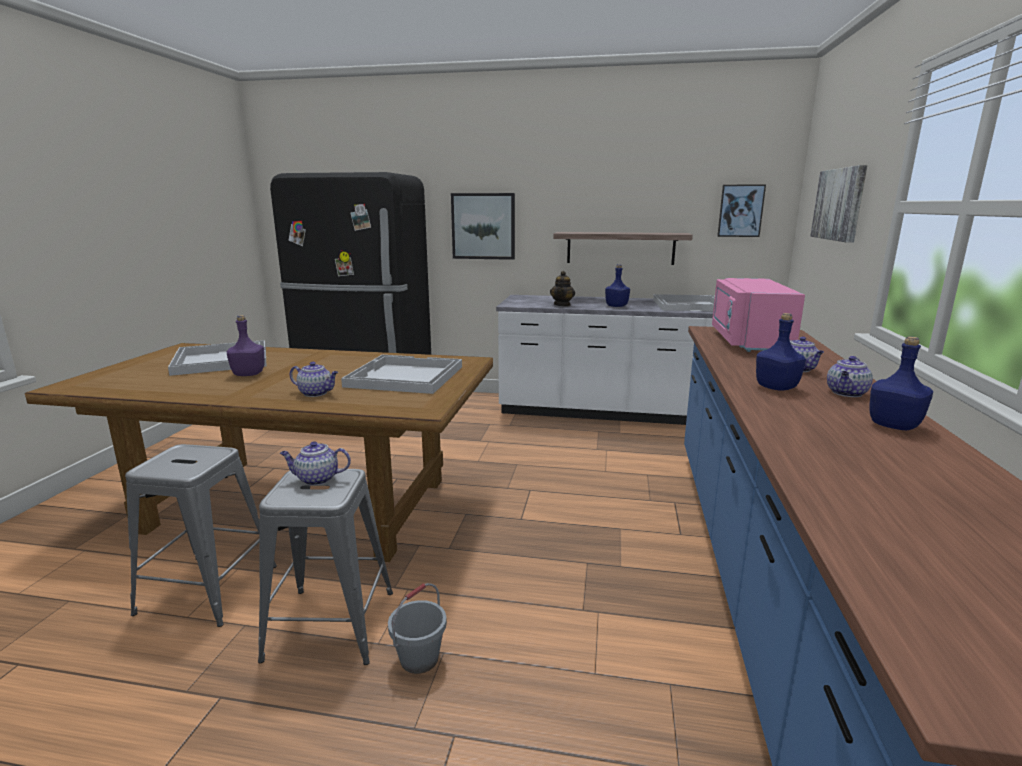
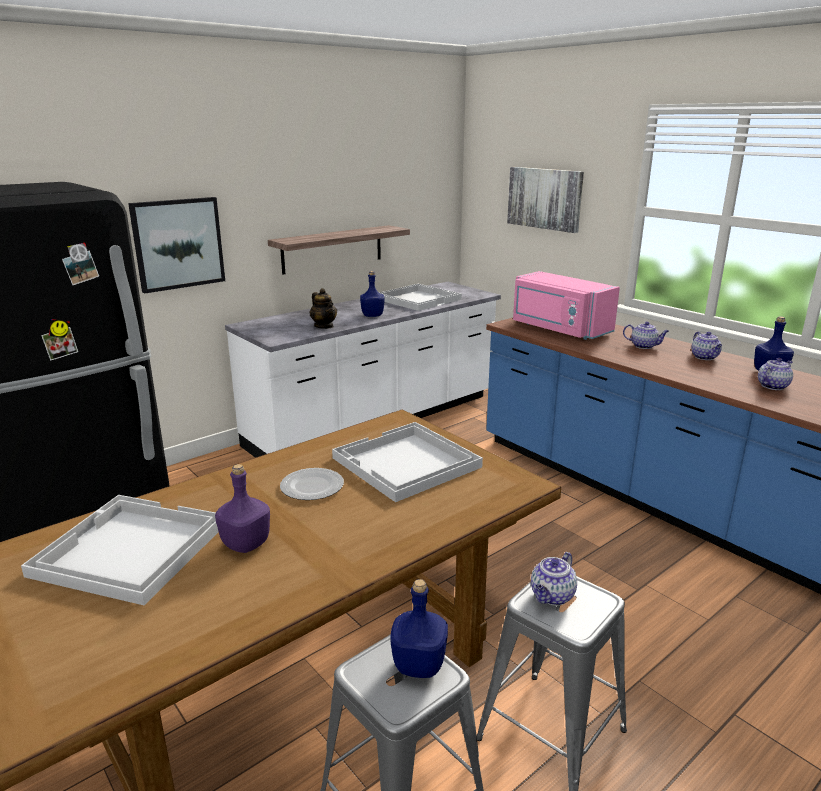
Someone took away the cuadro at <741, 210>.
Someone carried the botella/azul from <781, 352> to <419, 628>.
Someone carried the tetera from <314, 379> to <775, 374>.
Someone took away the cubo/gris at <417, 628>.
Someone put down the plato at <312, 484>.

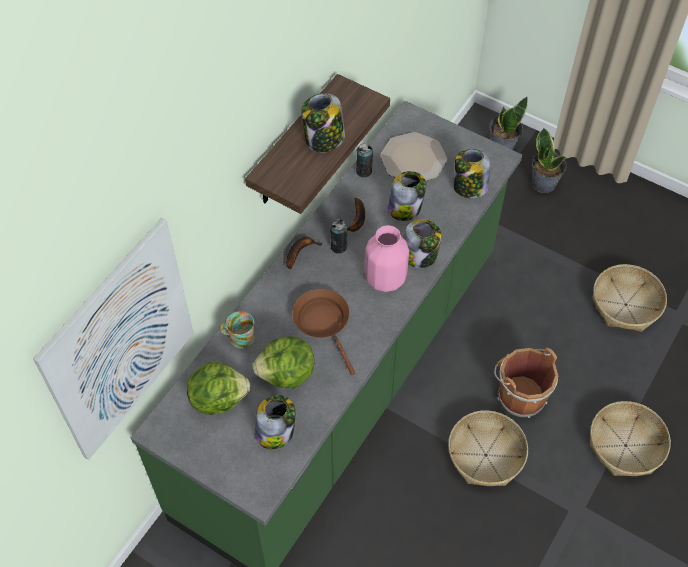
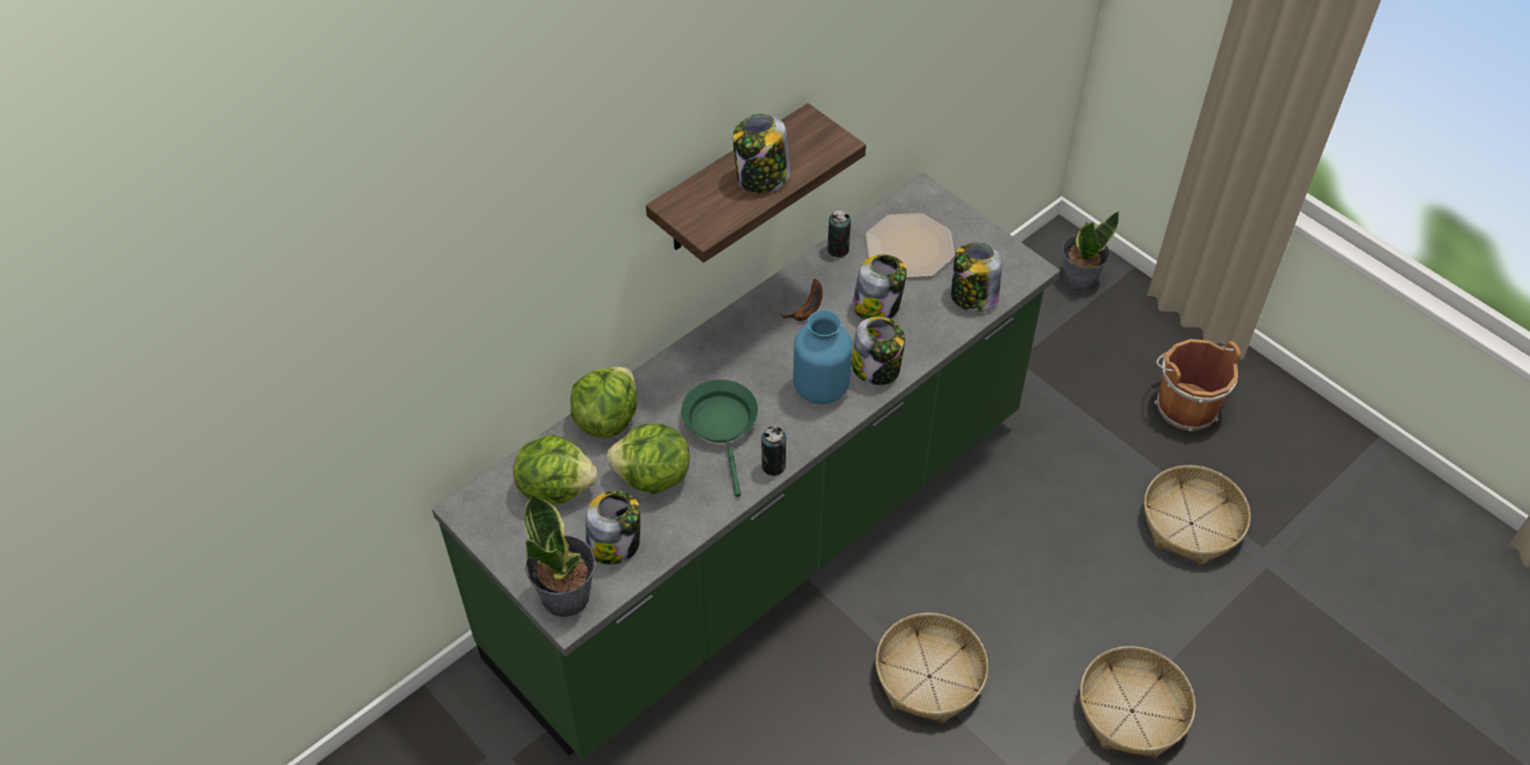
Someone carried the planta en maceta from <549, 160> to <559, 555>.
Someone took away the cuadro at <113, 339>.
Someone carried the lata from <339, 236> to <774, 451>.
Someone repainted the florero/rosa at <387, 258>, which became the florero/azul at <822, 357>.
Someone took away the plátano at <304, 253>.
Someone repainted the sartén/marrón at <323, 332>, which became the sartén/verde at <719, 438>.
Someone swapped the taza grande at <236, 330> for the lechuga at <603, 402>.
Someone carried the cubo/marrón from <526, 382> to <1197, 385>.

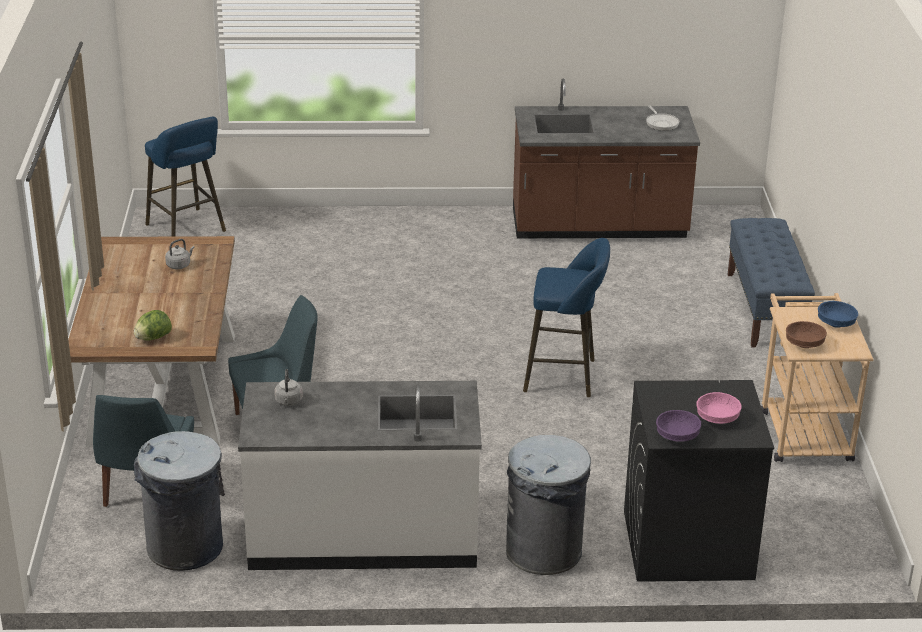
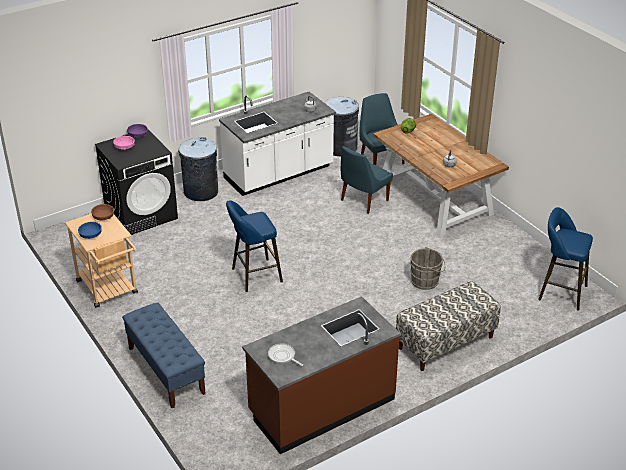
Someone put down the cubo/gris at <427, 268>.
Someone put down the banco at <448, 326>.

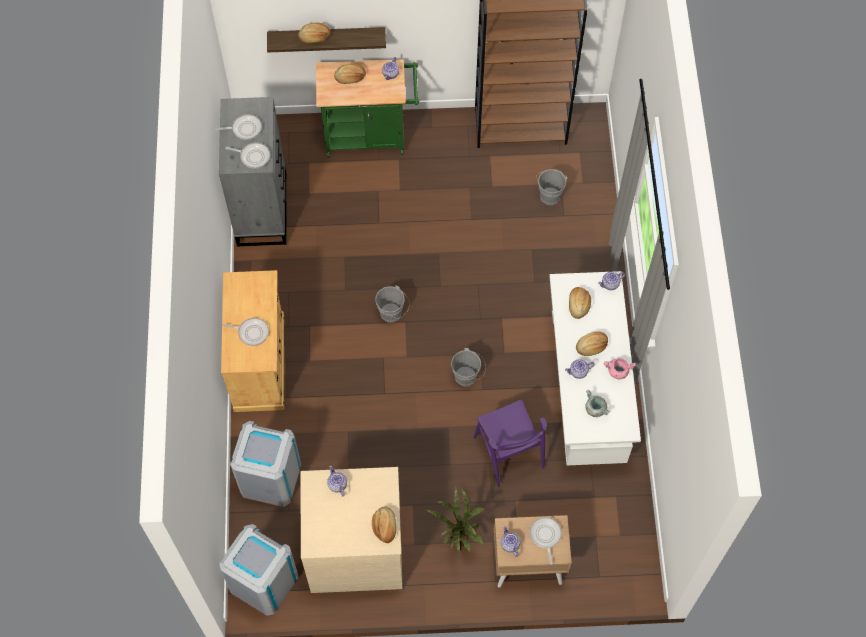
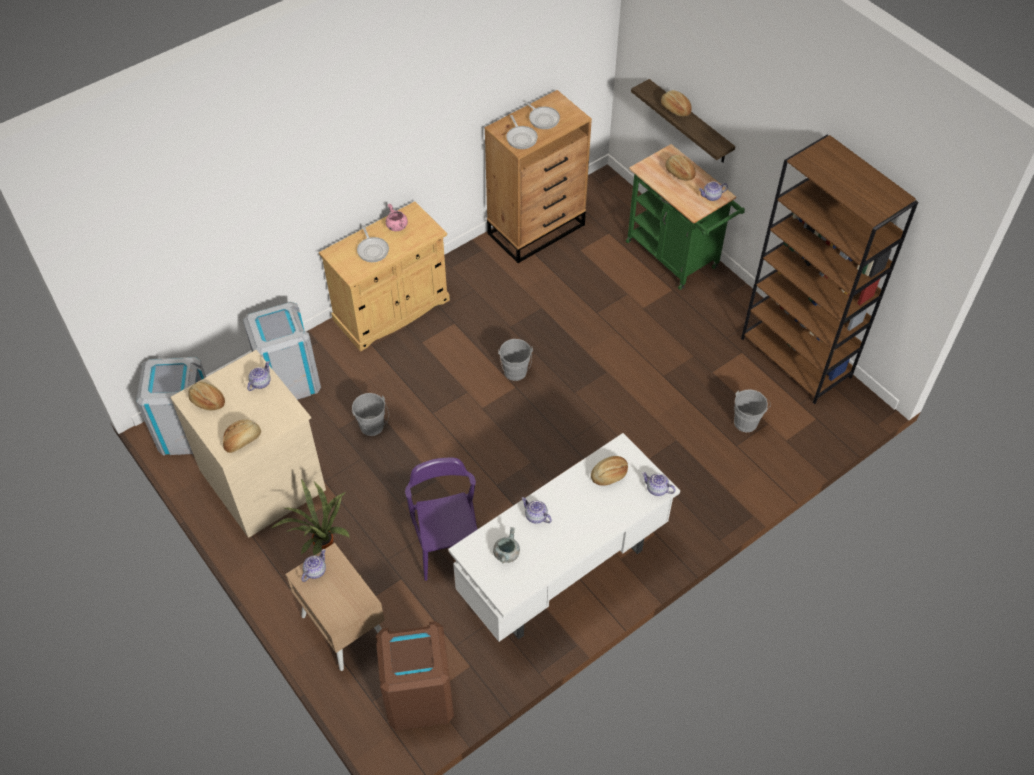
Someone repainted the cómoda/gris at <253, 172>, which became the cómoda/marrón at <538, 176>.
Someone carried the pan from <592, 343> to <207, 396>.
Someone carried the cubo/gris from <468, 367> to <370, 414>.
Someone carried the olla/rosa from <620, 368> to <397, 217>.
Someone rotated the silla/morado at <510, 443> by 135 degrees clockwise.
Someone took away the sartén at <546, 541>.
Someone put down the papelera/marrón at <415, 676>.

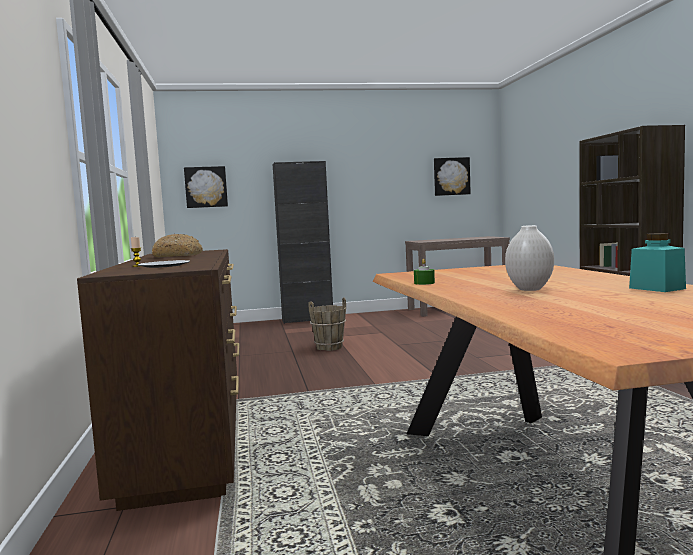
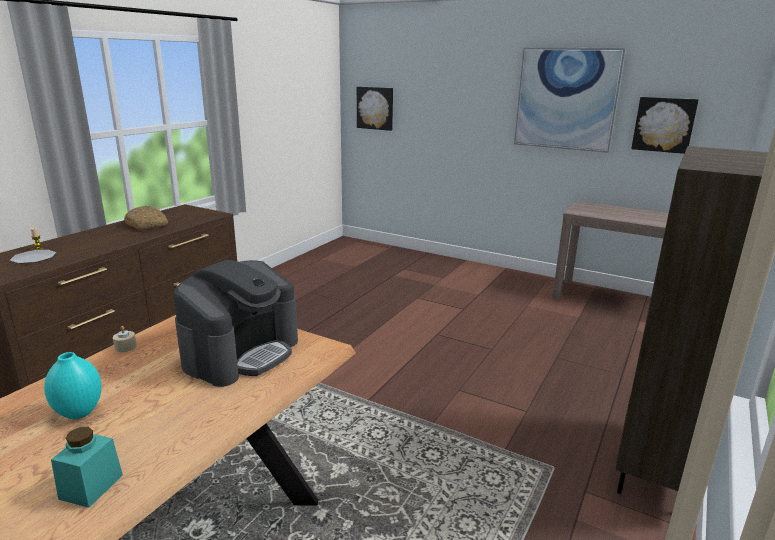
Someone took away the armario/negro at <303, 242>.
Someone repainted the florero/blanco at <529, 258>, which became the florero/turquesa at <73, 385>.
Someone repainted the vela/verde at <424, 272>, which became the vela/beis at <125, 339>.
Someone took away the cubo/marrón at <327, 324>.
Someone put up the cuadro at <570, 100>.
Someone put down the cafetera at <235, 323>.

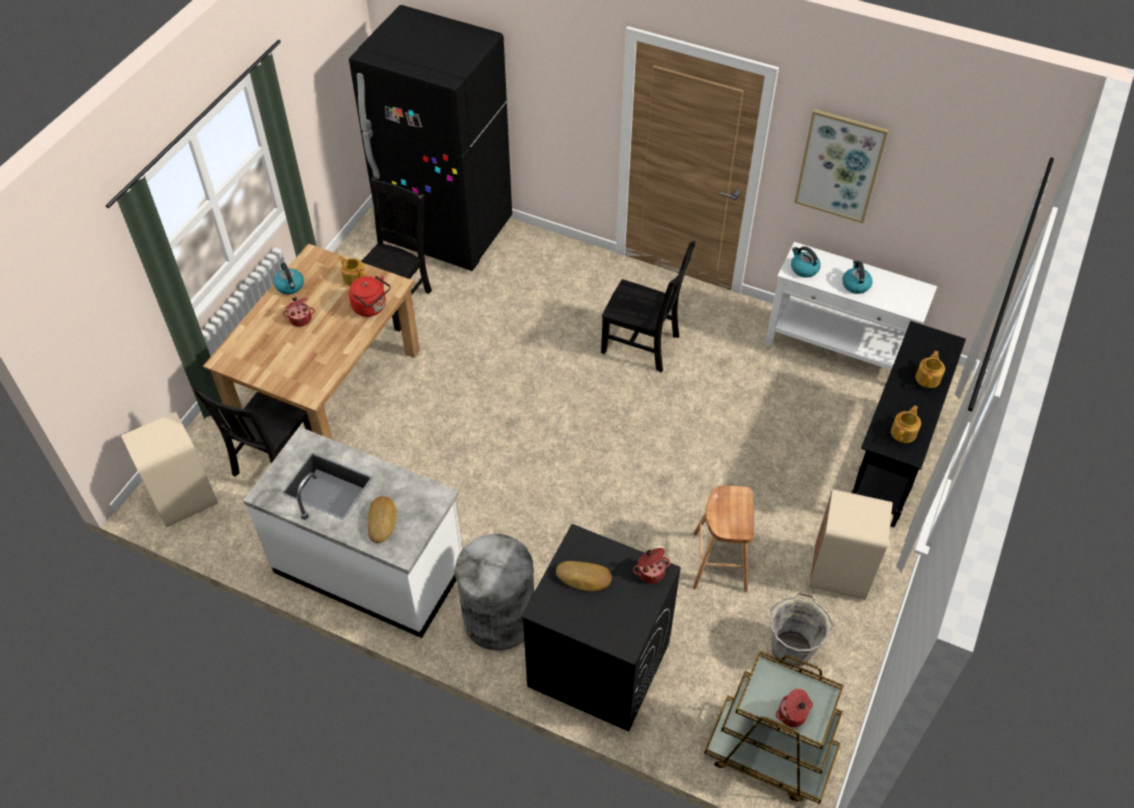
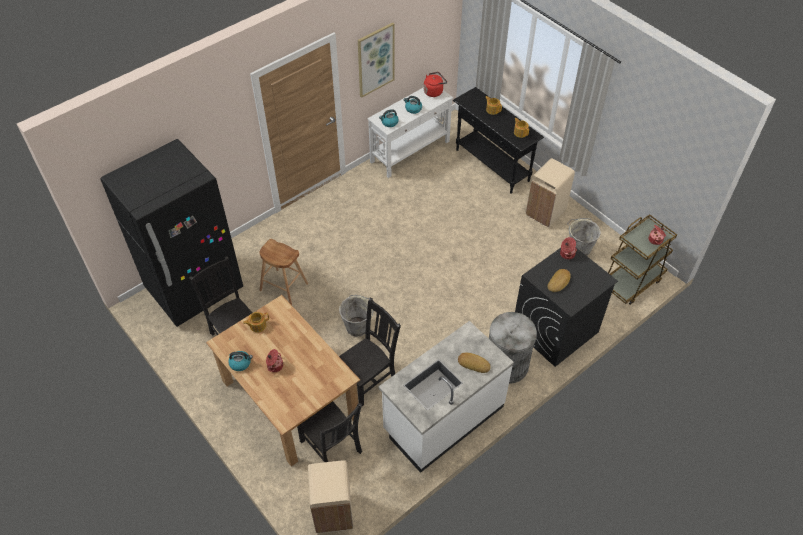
Someone carried the silla/negro from <648, 306> to <370, 352>.
Someone carried the hervidor/rojo from <369, 296> to <435, 84>.
Someone carried the taburete/marrón from <724, 539> to <284, 272>.
Someone put down the cubo/gris at <356, 316>.

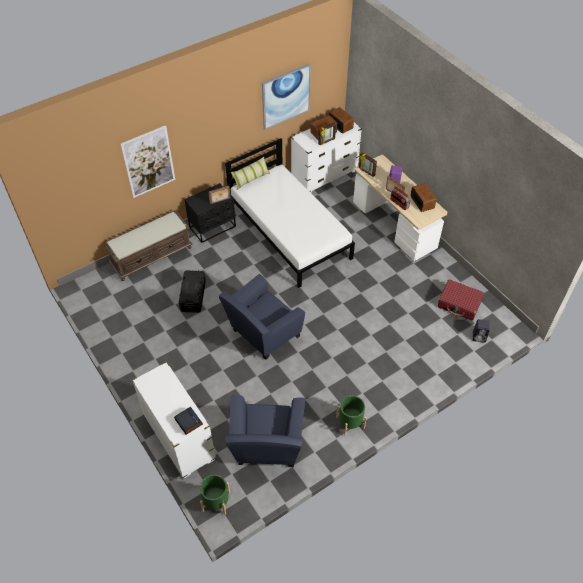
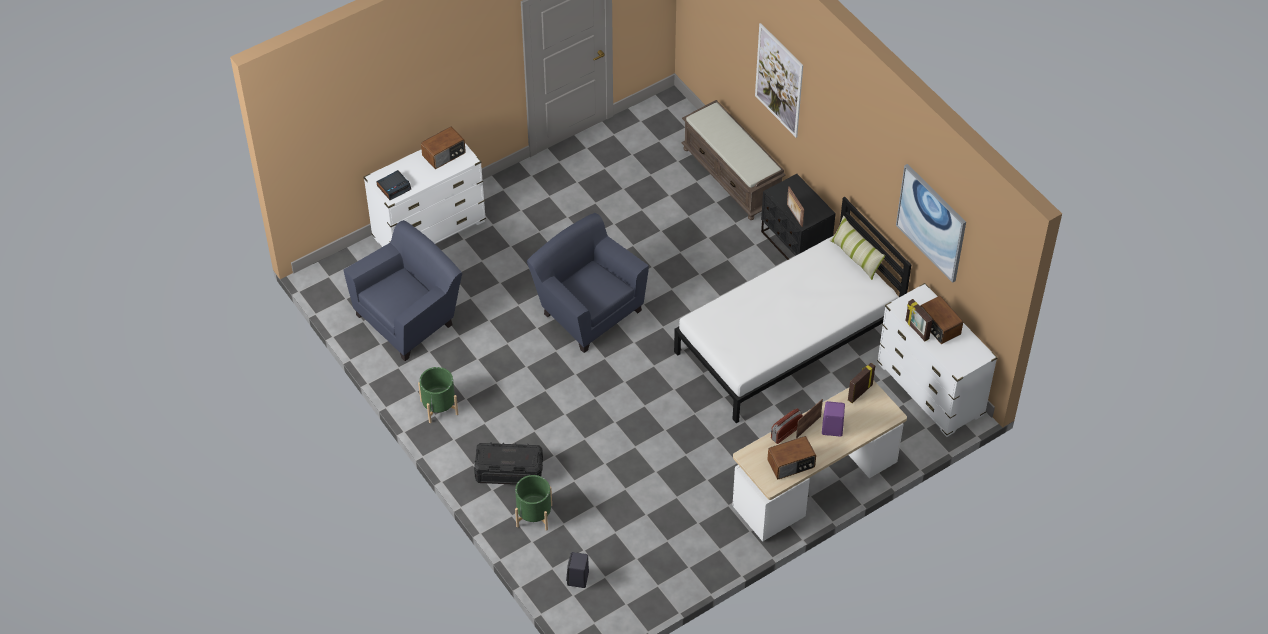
Someone carried the radio from <341, 120> to <443, 147>.
Someone carried the caja de almacenaje/negro from <192, 291> to <508, 463>.
Someone took away the maleta/rojo at <460, 299>.
Someone rotated the sillón/azul at <265, 431> by 135 degrees clockwise.
Someone carried the maceta/verde from <215, 495> to <533, 503>.

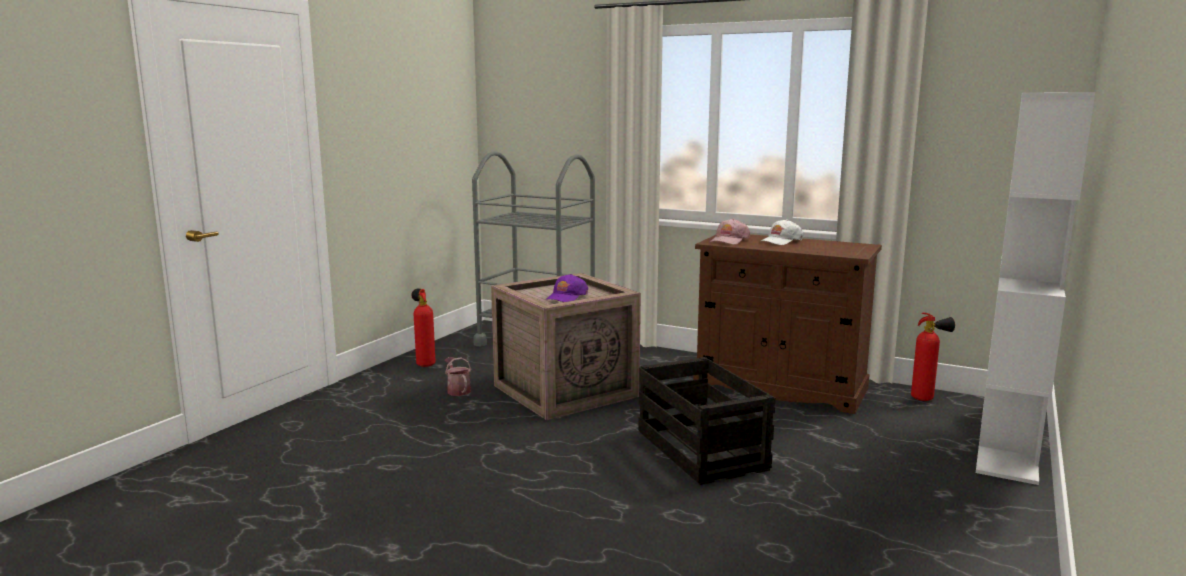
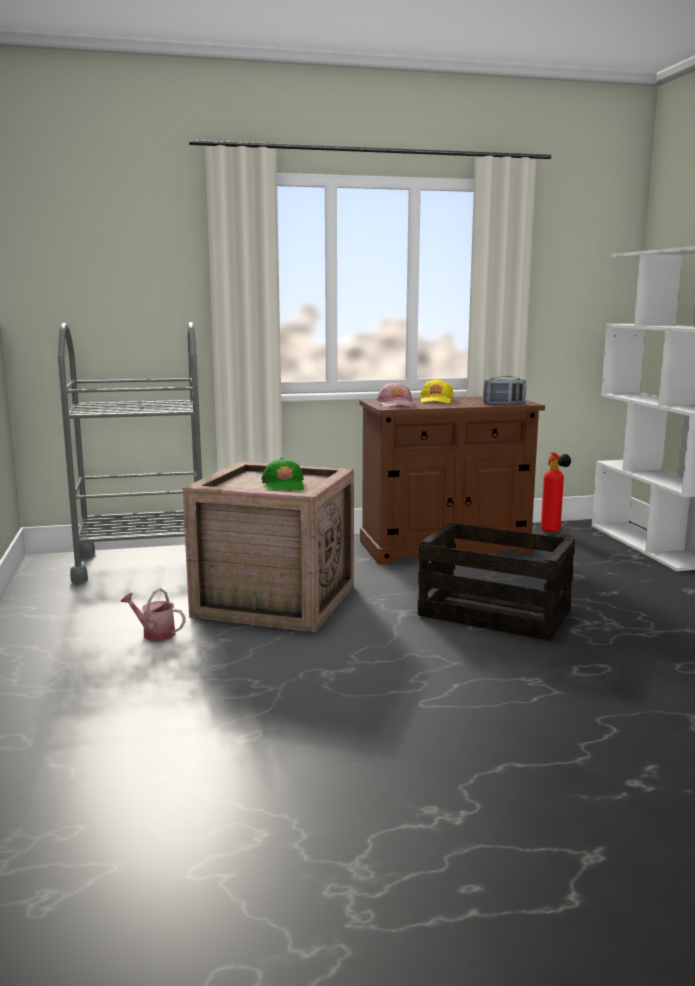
Someone repainted the gorra/blanco at <781, 232>, which became the gorra/amarillo at <437, 391>.
Someone repainted the gorra/morado at <567, 288>, which became the gorra/verde at <282, 474>.
Someone took away the extintor at <423, 327>.
Someone put down the radio at <504, 390>.

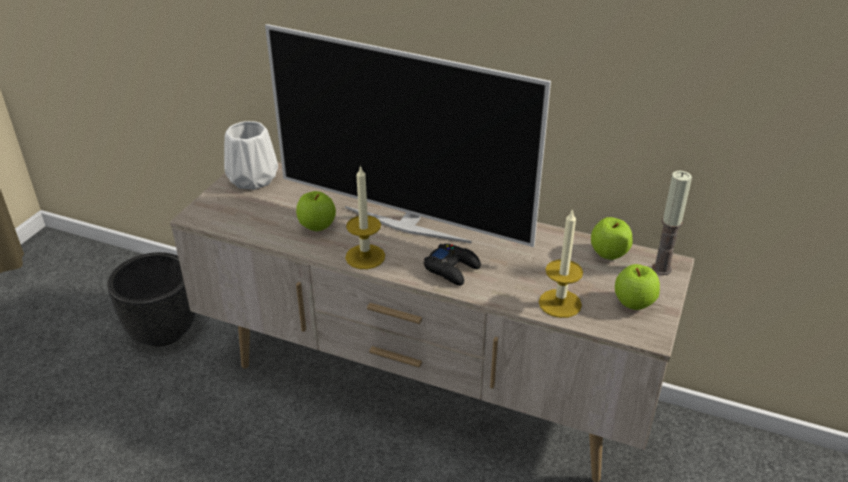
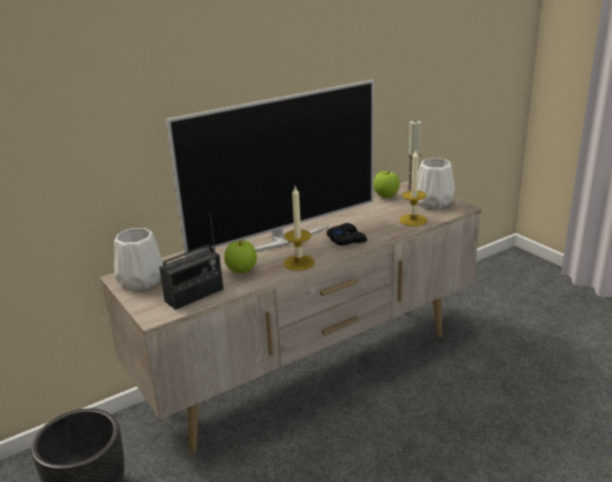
Someone swapped the manzana at <637, 287> for the florero/blanco at <436, 183>.
Someone put down the radio at <191, 262>.

